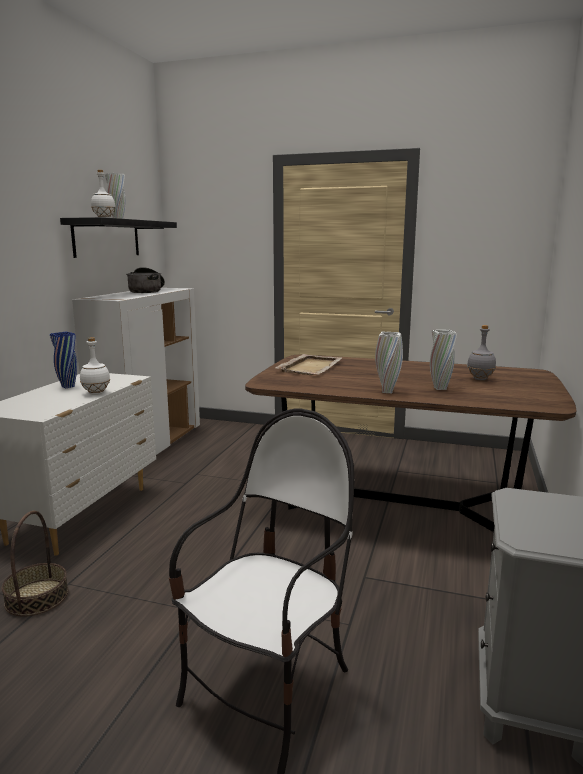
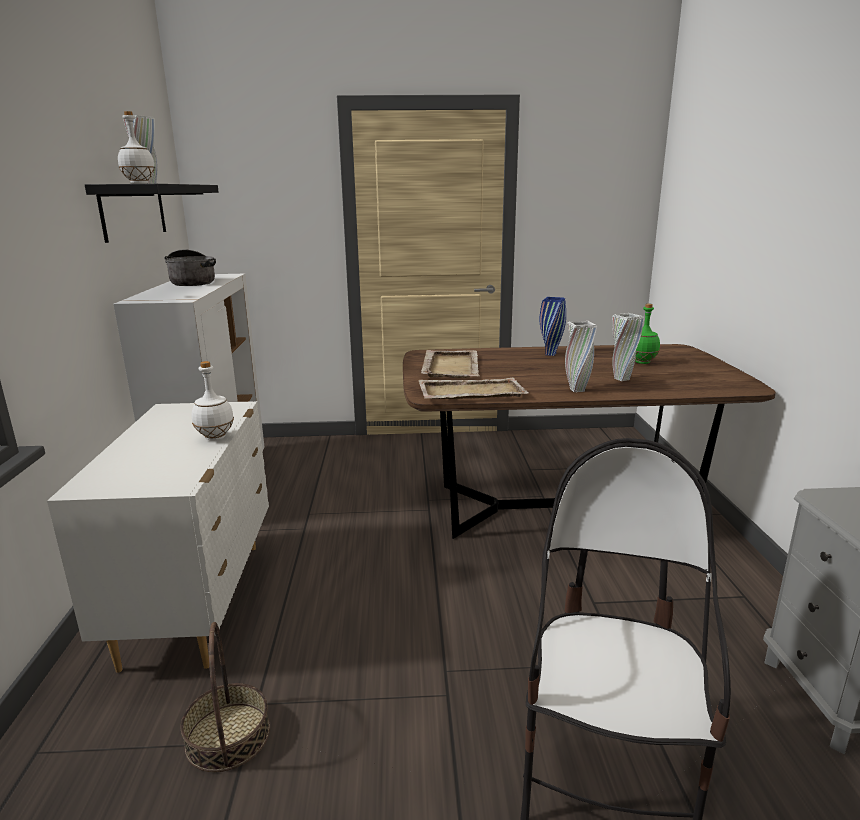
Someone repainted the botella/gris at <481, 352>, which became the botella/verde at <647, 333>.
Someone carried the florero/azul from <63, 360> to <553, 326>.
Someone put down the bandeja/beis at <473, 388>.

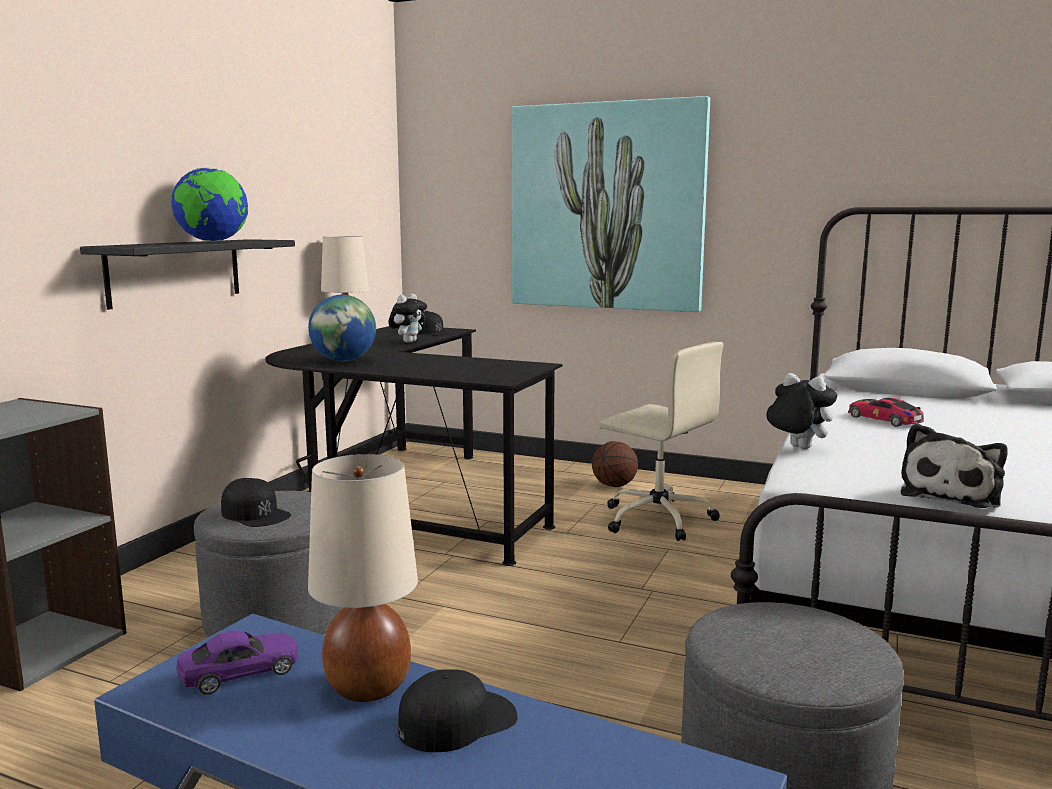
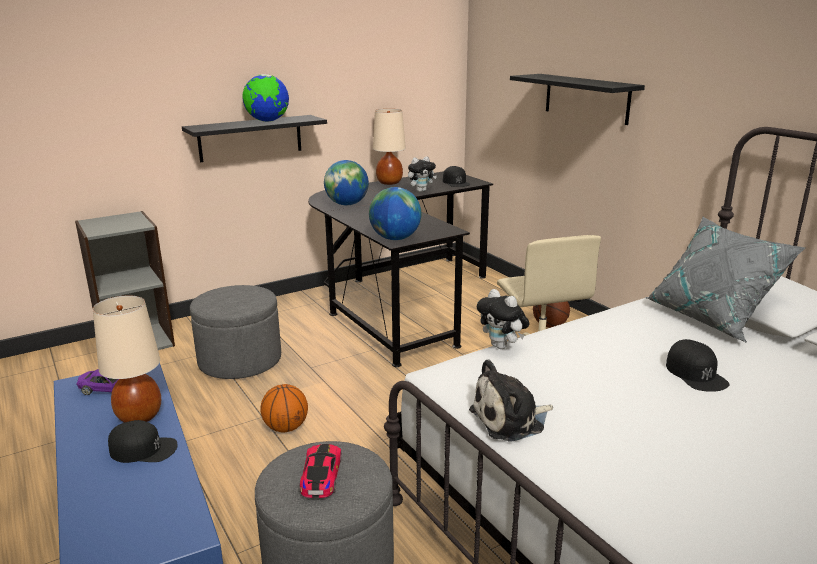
Someone swapped the cuadro at <610, 204> for the estante/negro at <577, 99>.
Someone rotated the peluche at <801, 411> by 150 degrees clockwise.
Someone carried the coche de juguete from <886, 412> to <320, 471>.
Someone carried the gorra/negro from <256, 502> to <698, 365>.
Someone put down the globo terráqueo at <395, 213>.
Someone put down the cojín/gris at <725, 279>.
Someone put down the balón de baloncesto at <284, 408>.

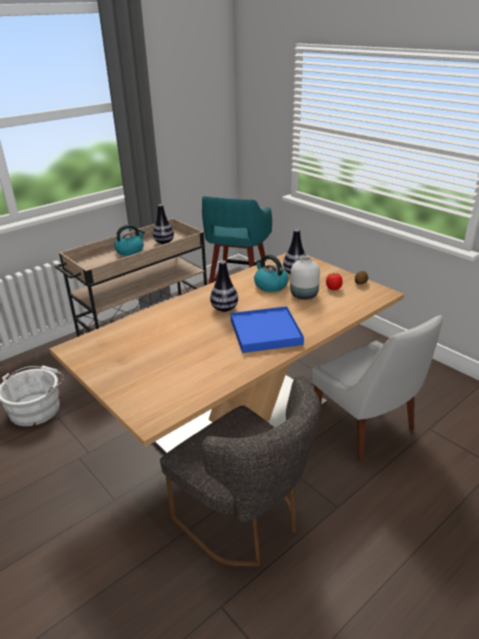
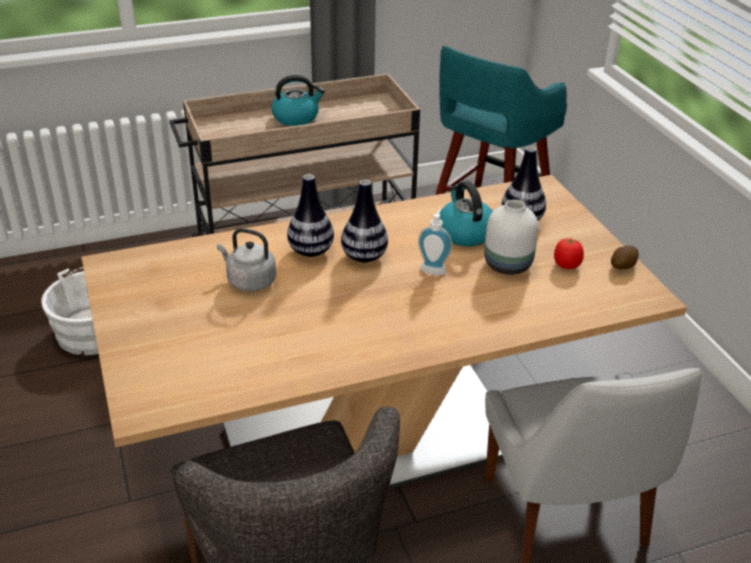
Someone carried the florero from <163, 224> to <310, 215>.
Someone took away the bandeja/azul at <267, 329>.
Someone put down the dispensador de jabón at <435, 242>.
Someone put down the hervidor/gris at <246, 259>.

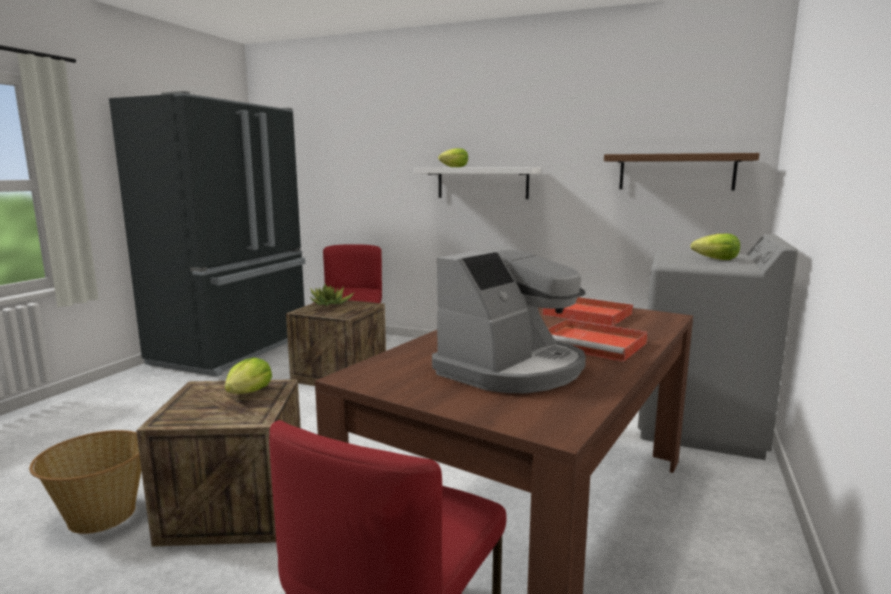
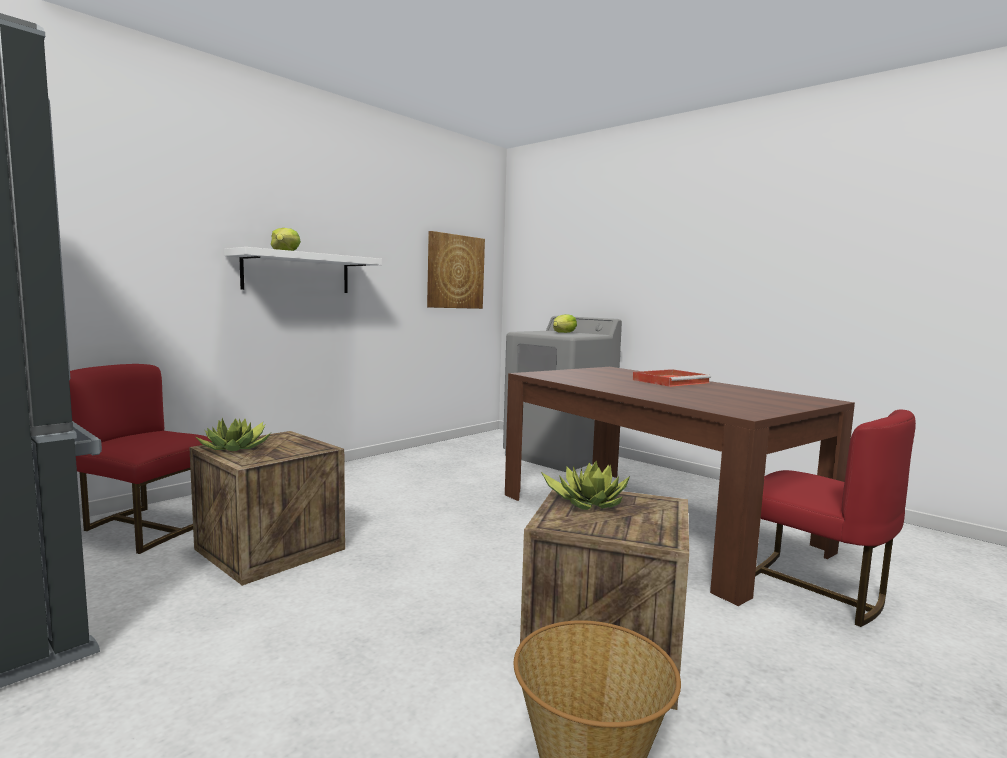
Someone swapped the estante/marrón at <682, 172> for the cuadro at <456, 270>.
Someone took away the cafetera at <509, 319>.
Someone took away the bandeja/rojo at <588, 311>.
Someone swapped the lechuga at <248, 375> for the planta en maceta at <585, 485>.

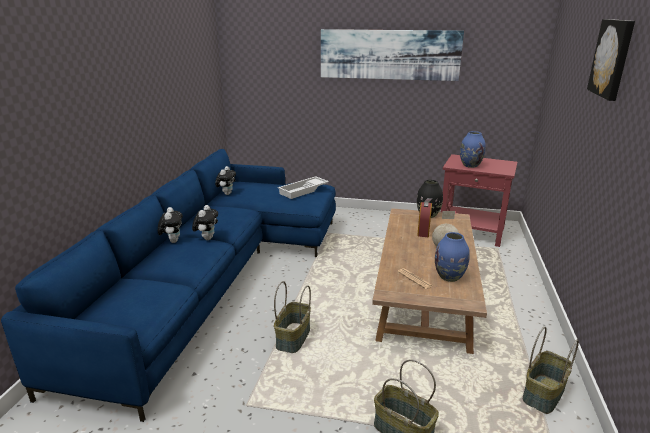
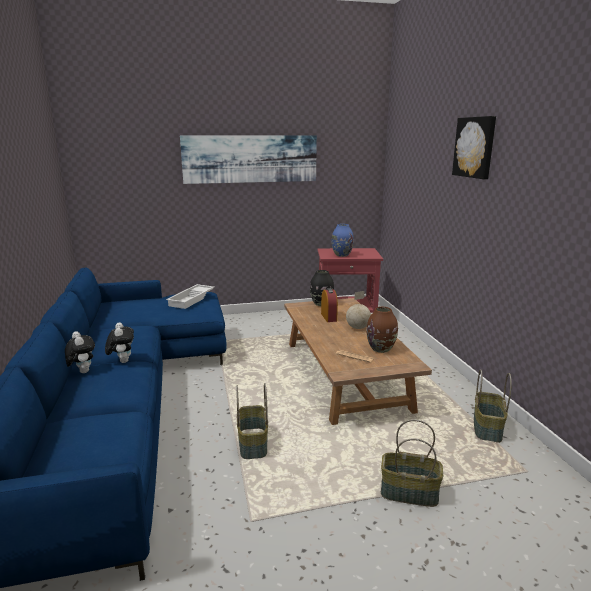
Someone took away the peluche at <225, 180>.
Someone repainted the florero/azul at <452, 257>, which became the florero/marrón at <382, 330>.

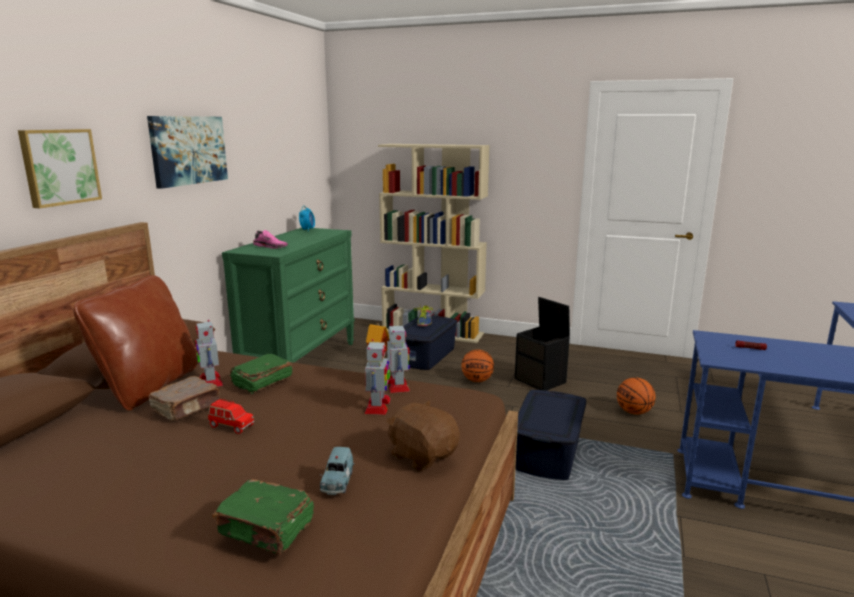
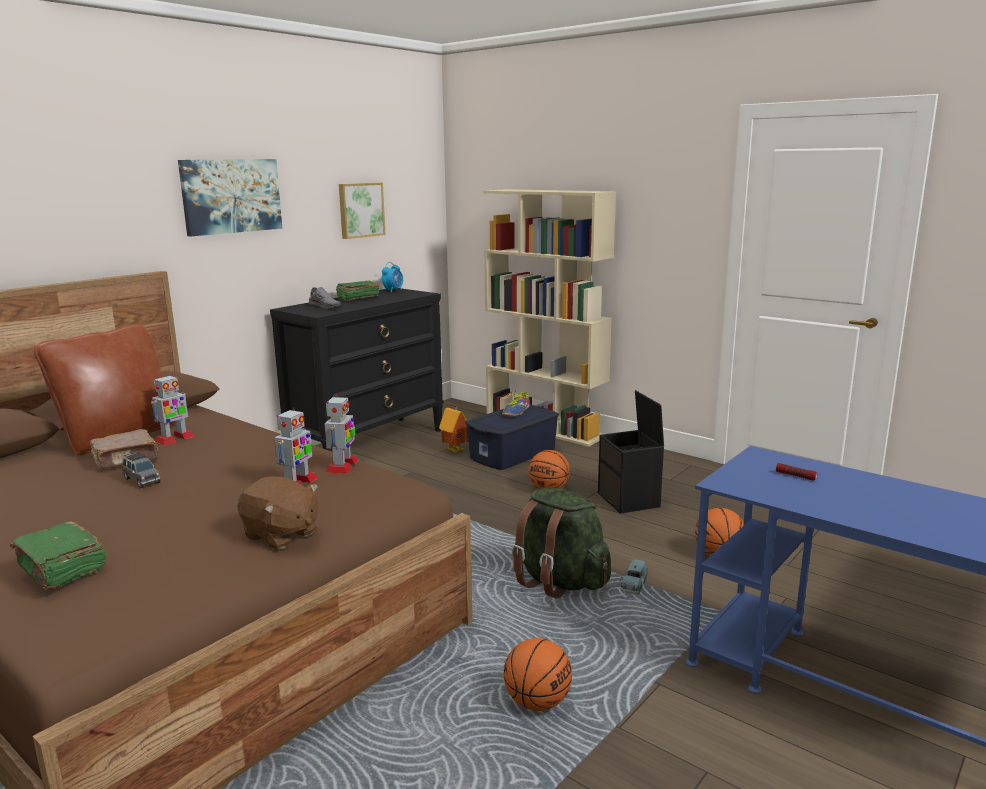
Someone carried the cuadro from <60, 168> to <362, 211>.
Someone repainted the cómoda/verde at <288, 295>, which became the cómoda/negro at <357, 369>.
Someone repainted the zapato/rosa at <270, 239>, which became the zapato/gris at <325, 298>.
Someone rotated the robot de juguete at <209, 353> by 135 degrees counterclockwise.
Someone carried the libro/verde from <261, 374> to <358, 291>.
Someone swapped the caja de almacenaje/azul at <550, 435> for the mochila/verde at <561, 543>.
Someone repainted the coche de juguete/rojo at <231, 416>, which became the coche de juguete/gris at <141, 470>.
Someone rotated the peluche/marrón at <423, 436> by 150 degrees clockwise.
Someone carried the coche de juguete/azul from <336, 471> to <634, 576>.
Someone put down the balón de baloncesto at <538, 674>.

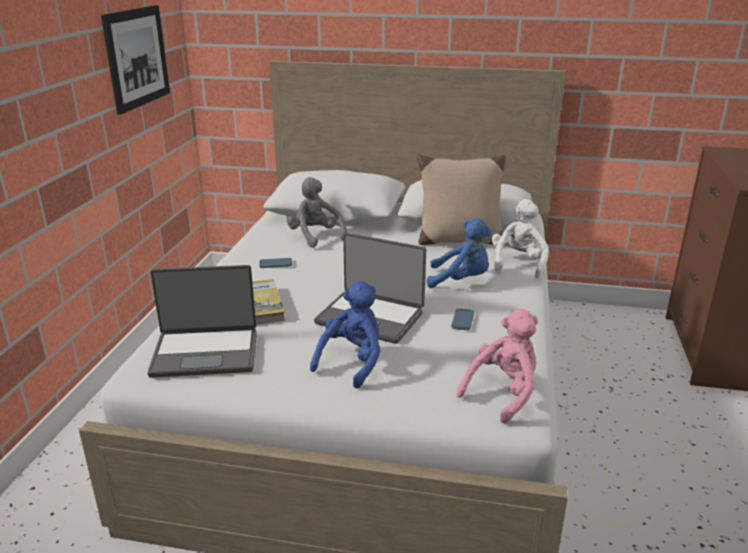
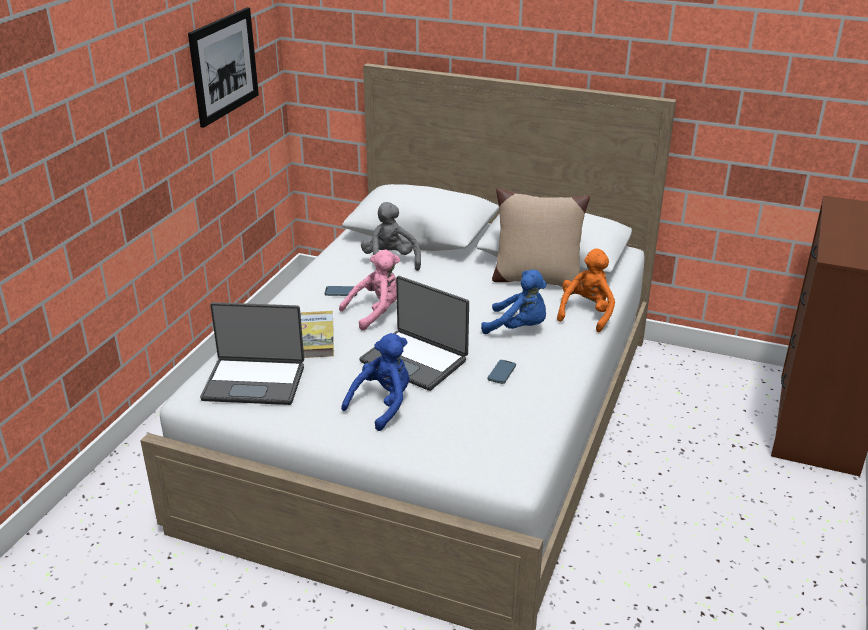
Someone repainted the peluche/blanco at <520, 238>, which became the peluche/naranja at <586, 290>.
Someone carried the peluche/rosa from <497, 366> to <369, 290>.

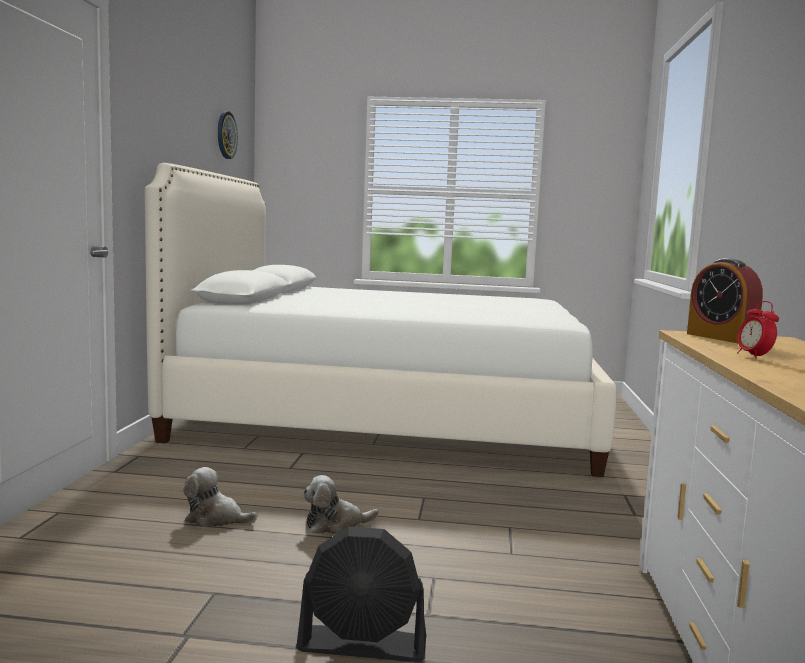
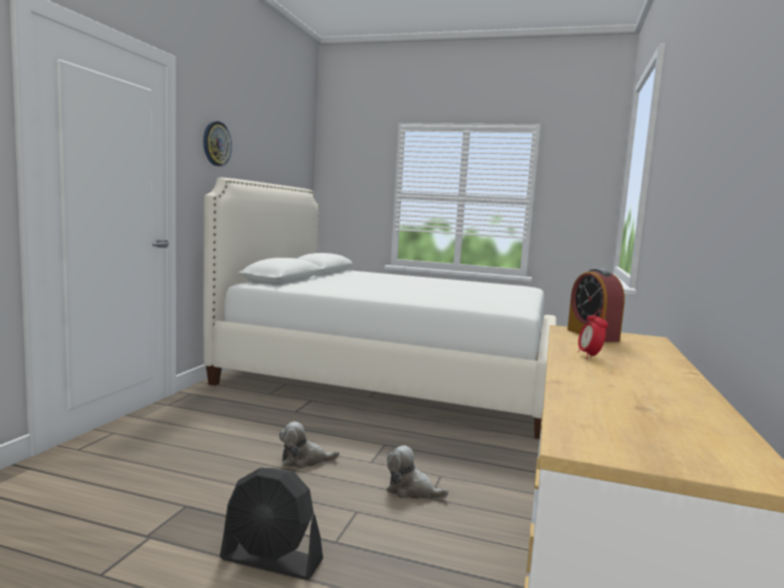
Someone carried the reloj de pared from <228, 135> to <217, 143>.
Someone carried the peluche from <220, 497> to <417, 472>.

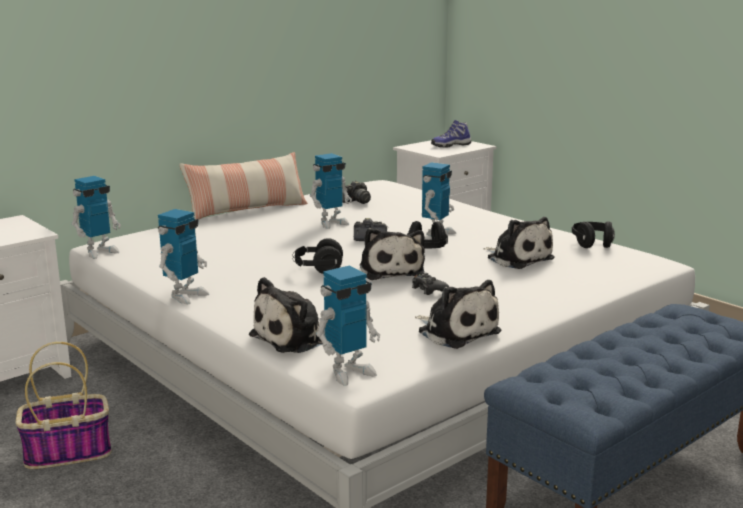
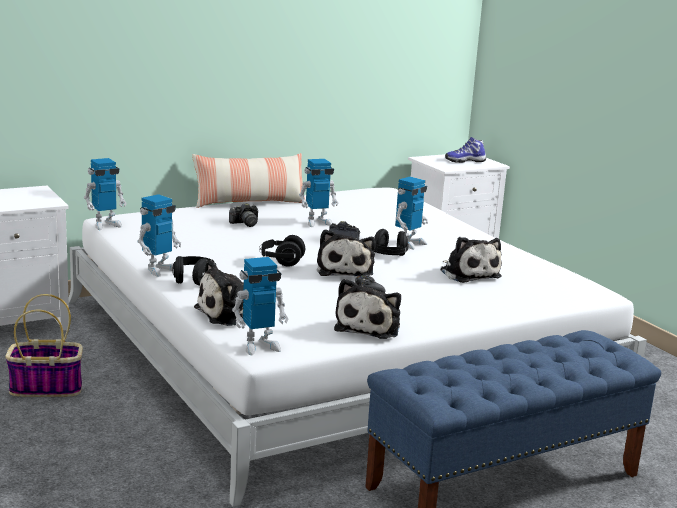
Someone carried the cámara from <356, 192> to <243, 215>.
Someone carried the auriculares/negro from <593, 234> to <194, 271>.
Someone rotated the peluche at <458, 314> by 45 degrees clockwise.

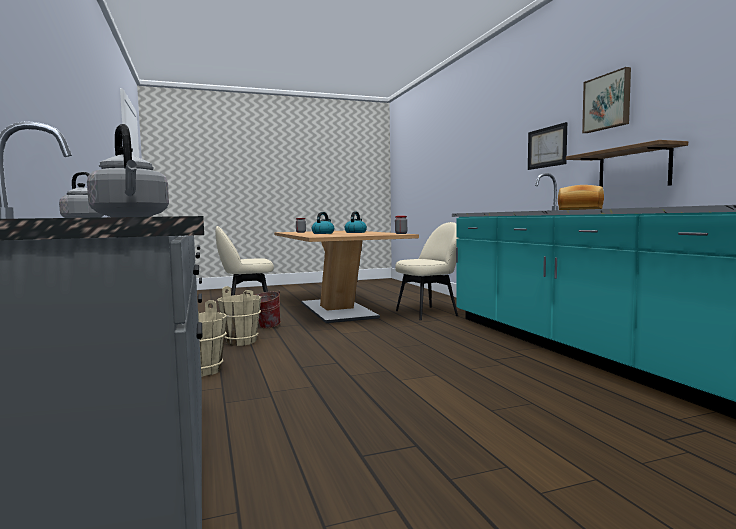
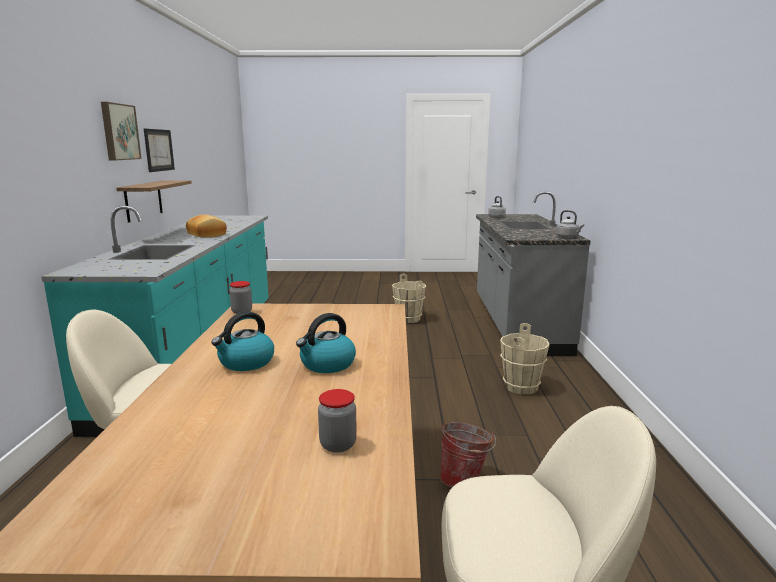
Someone carried the cuadro from <547, 146> to <159, 150>.
Someone carried the cubo/beis from <239, 316> to <409, 298>.

